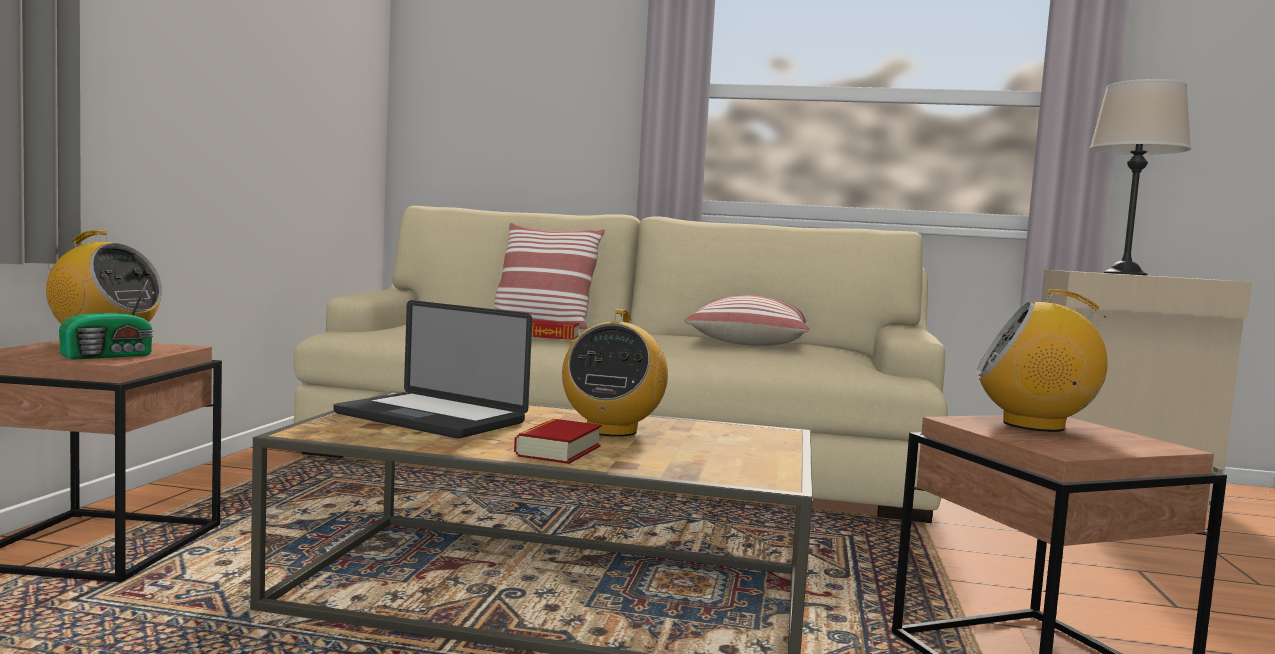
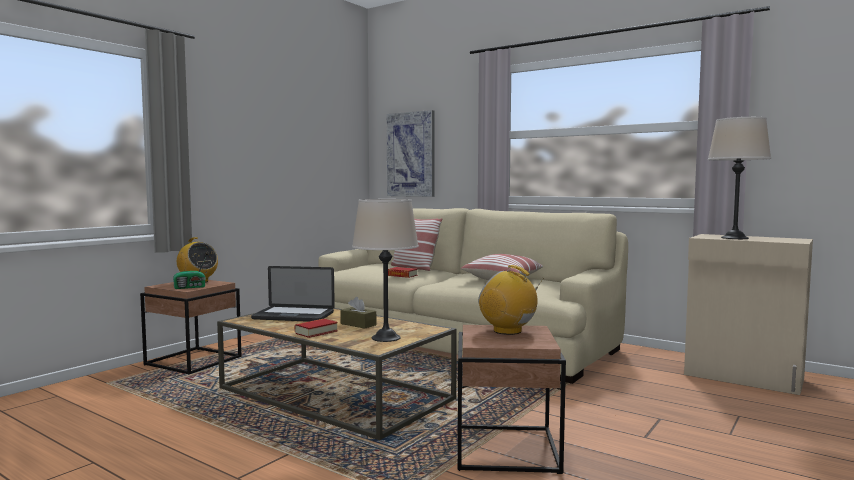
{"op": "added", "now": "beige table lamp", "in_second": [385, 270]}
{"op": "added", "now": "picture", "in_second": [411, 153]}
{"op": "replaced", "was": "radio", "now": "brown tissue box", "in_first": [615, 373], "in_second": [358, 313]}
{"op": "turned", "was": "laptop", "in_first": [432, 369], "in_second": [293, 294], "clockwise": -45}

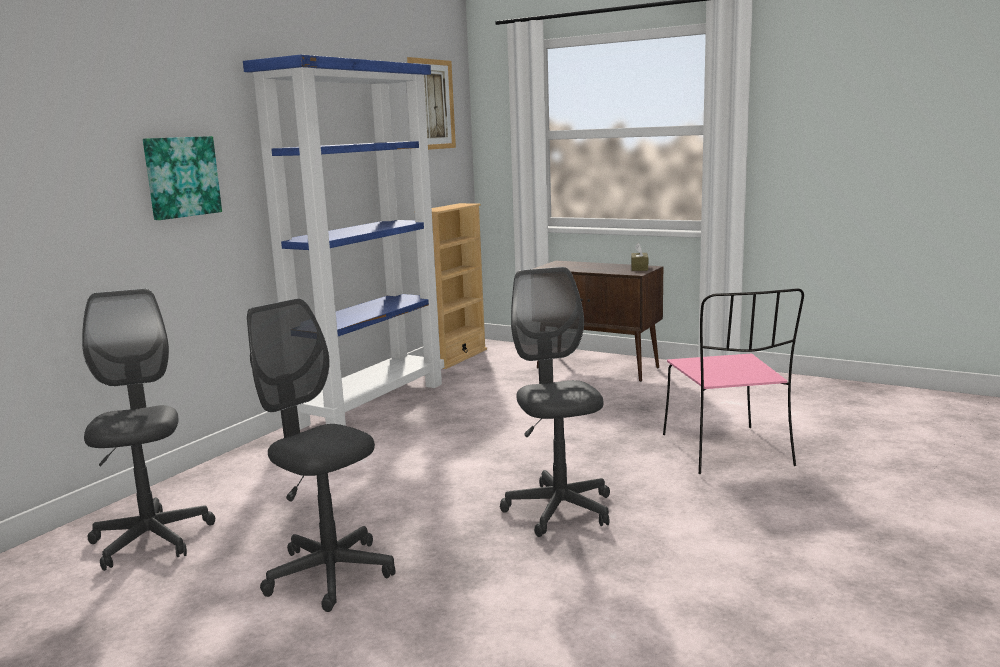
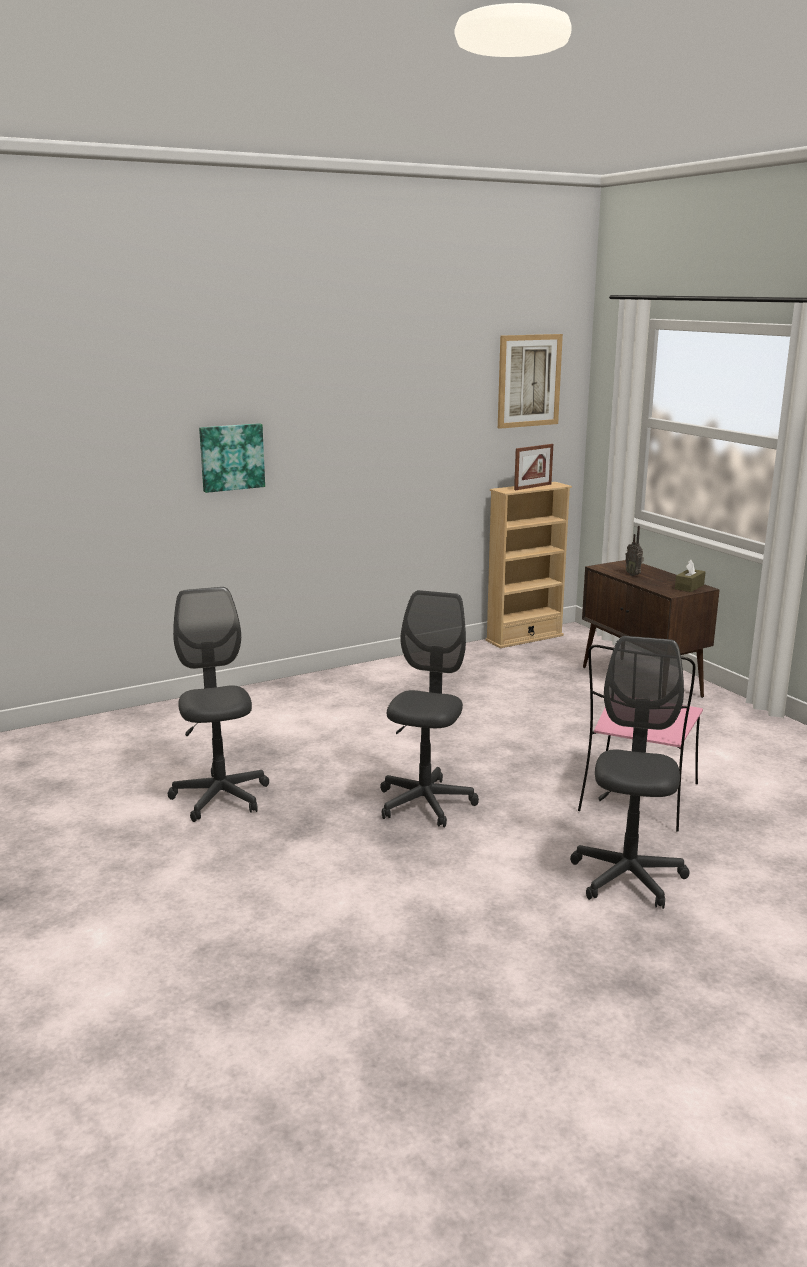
{"op": "removed", "was": "blue bookcase", "in_first": [343, 242]}
{"op": "added", "now": "picture frame", "in_second": [533, 467]}
{"op": "added", "now": "radio", "in_second": [634, 551]}
{"op": "moved", "was": "grey office chair", "in_first": [148, 430], "in_second": [629, 772]}

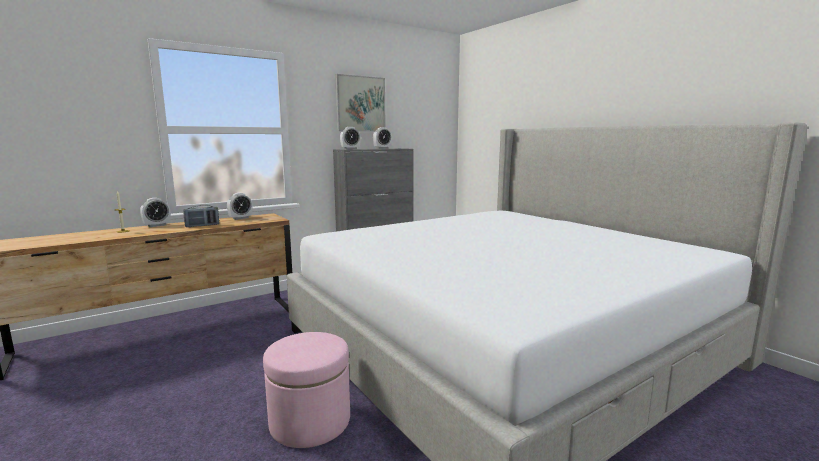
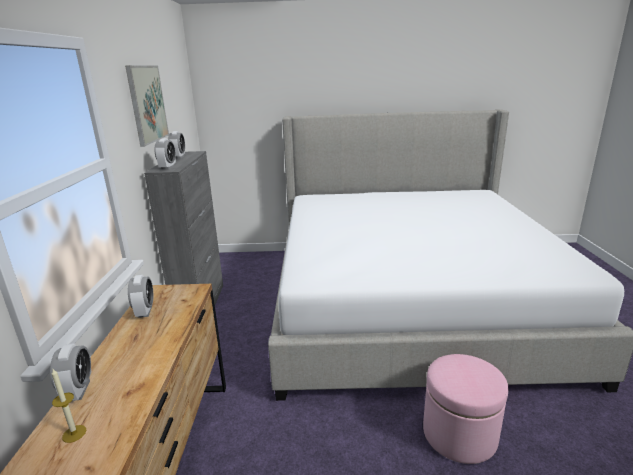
{"op": "removed", "was": "radio", "in_first": [201, 216]}

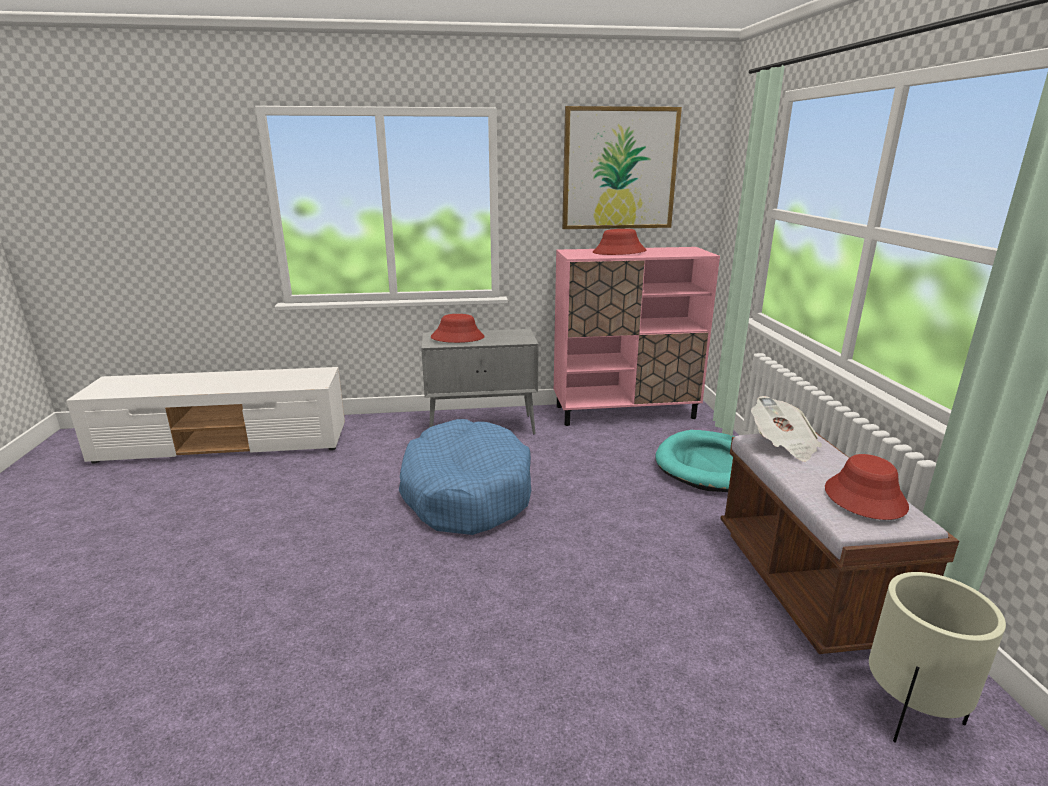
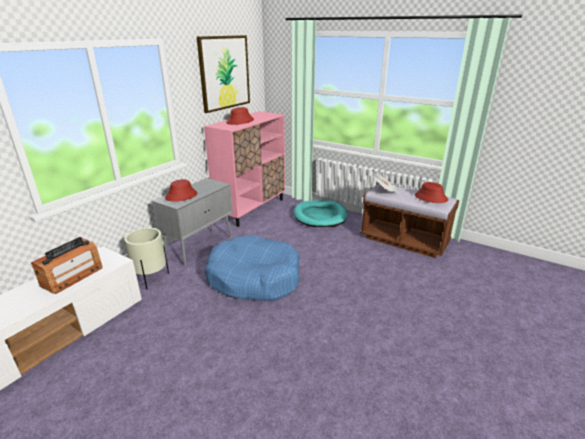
{"op": "added", "now": "radio", "in_second": [67, 265]}
{"op": "moved", "was": "beige planter", "in_first": [937, 657], "in_second": [146, 258]}

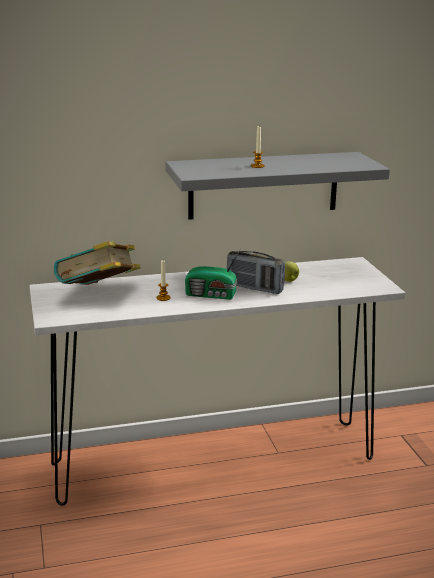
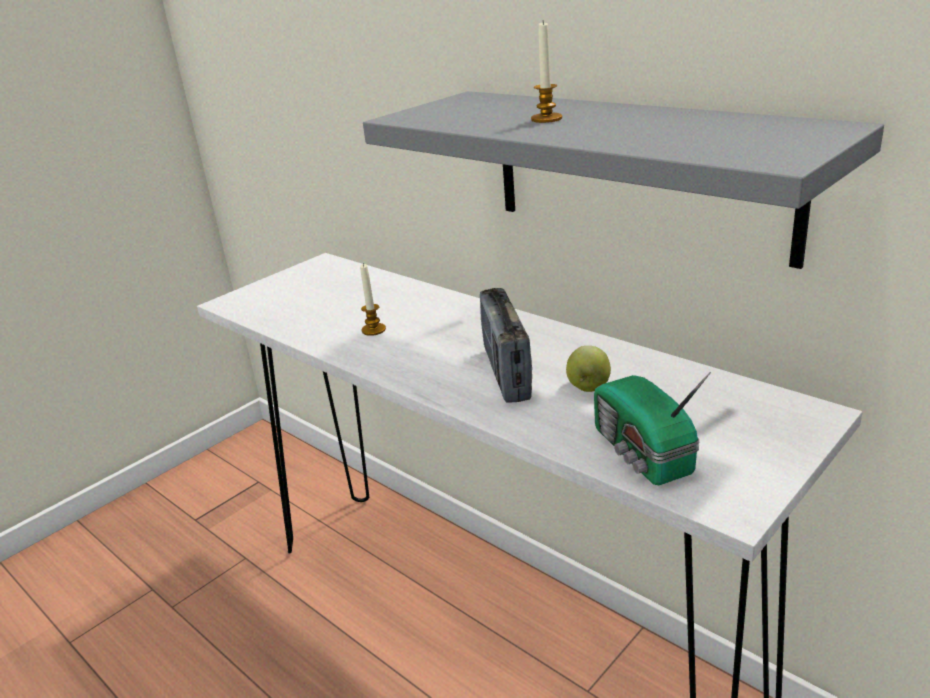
{"op": "removed", "was": "book", "in_first": [97, 263]}
{"op": "moved", "was": "radio", "in_first": [213, 274], "in_second": [652, 428]}

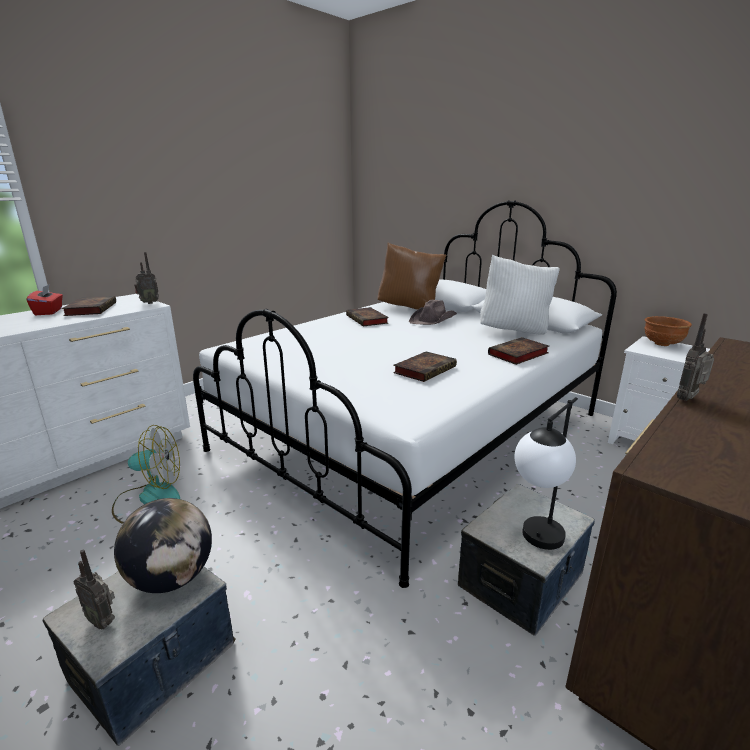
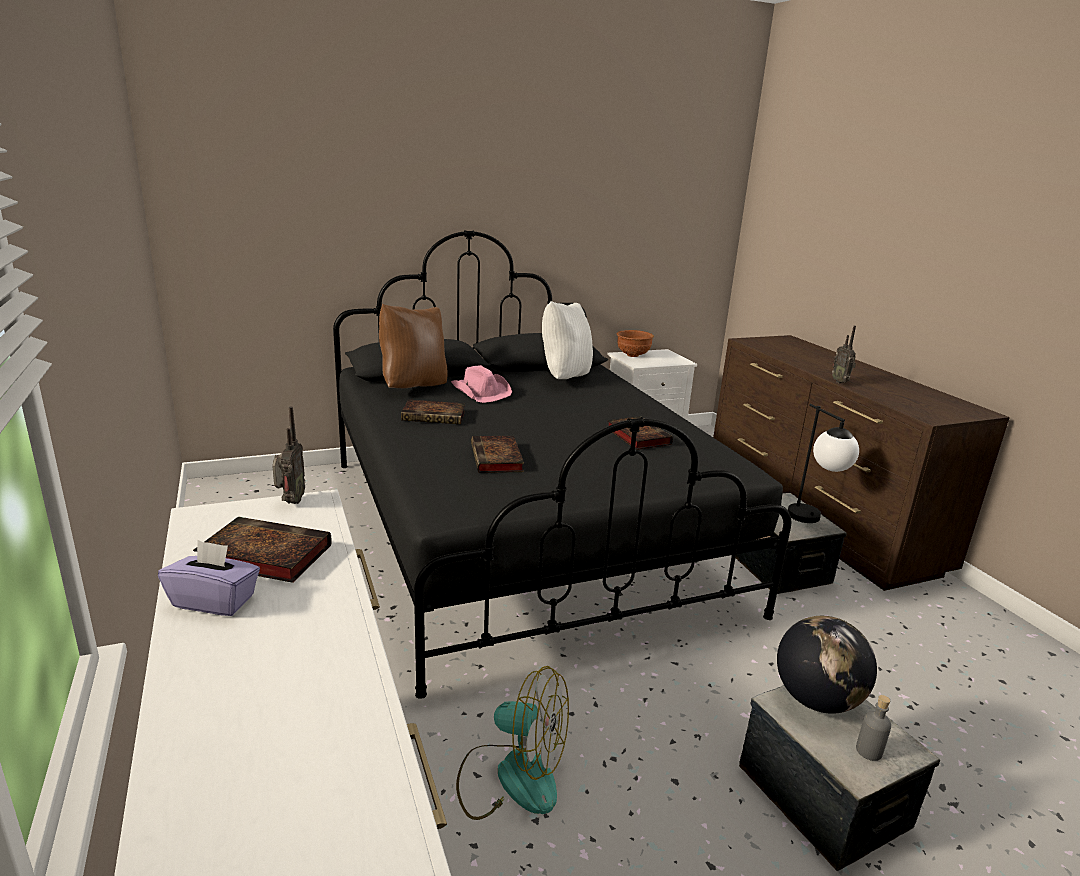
{"op": "moved", "was": "book", "in_first": [518, 351], "in_second": [497, 454]}
{"op": "replaced", "was": "radio", "now": "grey bottle", "in_first": [94, 590], "in_second": [873, 728]}
{"op": "recoloured", "was": "red tissue box", "now": "purple tissue box", "in_first": [44, 299], "in_second": [209, 578]}
{"op": "recoloured", "was": "white bed", "now": "black bed", "in_first": [405, 394], "in_second": [562, 464]}
{"op": "recoloured", "was": "brown hat", "now": "pink hat", "in_first": [433, 312], "in_second": [481, 384]}
{"op": "turned", "was": "fan", "in_first": [146, 474], "in_second": [512, 743], "clockwise": 90}

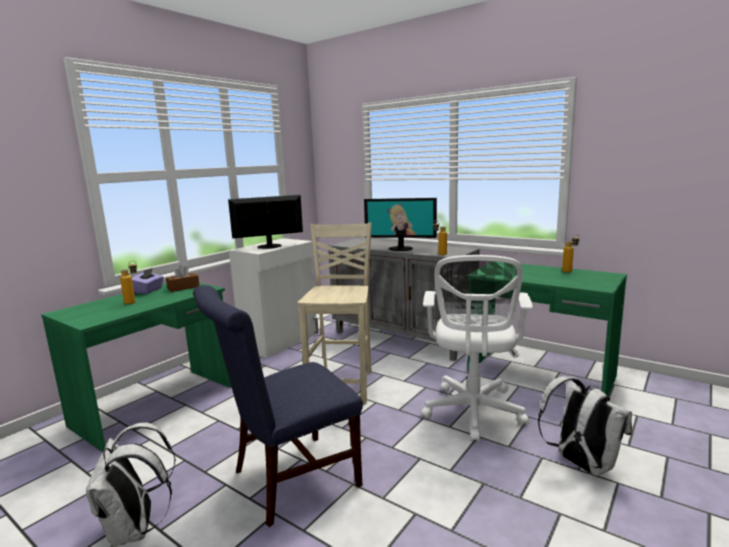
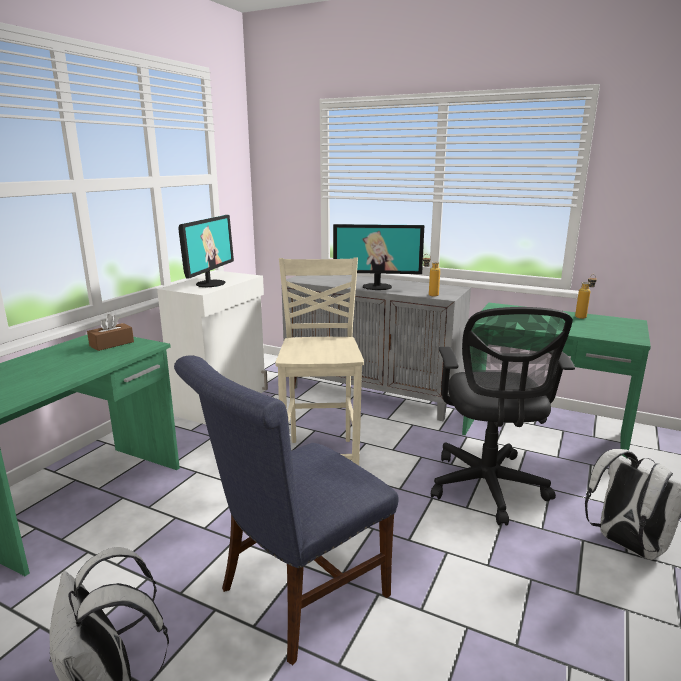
{"op": "removed", "was": "bottle", "in_first": [128, 282]}
{"op": "removed", "was": "purple tissue box", "in_first": [148, 281]}
{"op": "recoloured", "was": "white office chair", "now": "black office chair", "in_first": [477, 348], "in_second": [503, 416]}
{"op": "turned", "was": "monitor", "in_first": [265, 222], "in_second": [206, 251], "clockwise": 135}

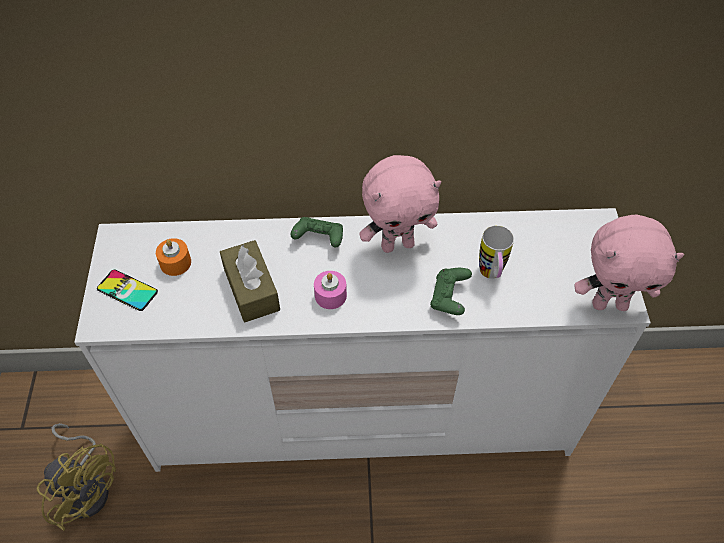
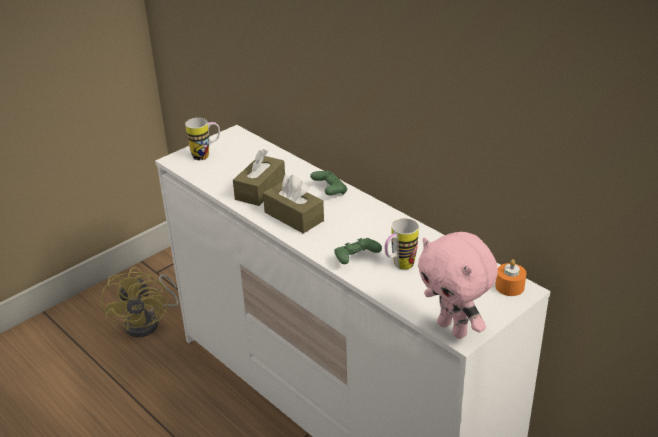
{"op": "removed", "was": "pink plush toy", "in_first": [400, 204]}
{"op": "moved", "was": "orange candle", "in_first": [173, 257], "in_second": [510, 277]}
{"op": "replaced", "was": "phone", "now": "mug", "in_first": [127, 290], "in_second": [202, 139]}
{"op": "replaced", "was": "pink candle", "now": "brown tissue box", "in_first": [330, 290], "in_second": [293, 204]}

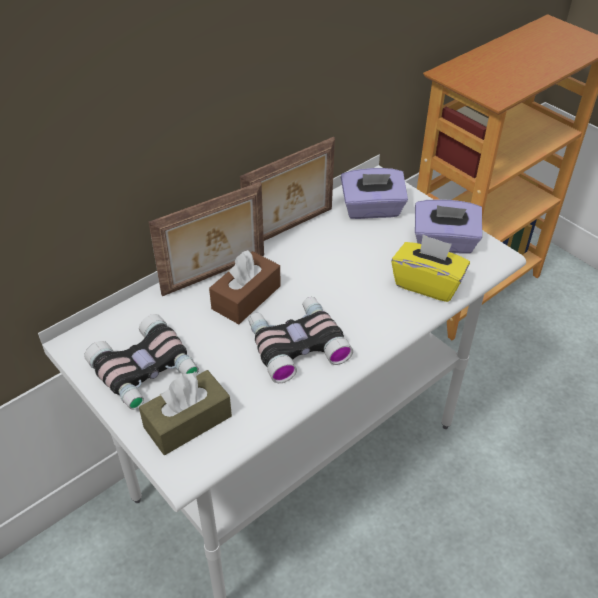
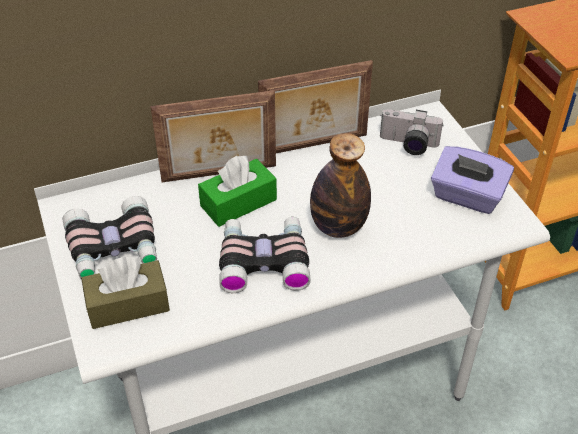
{"op": "removed", "was": "yellow tissue box", "in_first": [430, 268]}
{"op": "added", "now": "bottle", "in_second": [340, 185]}
{"op": "replaced", "was": "purple tissue box", "now": "photo camera", "in_first": [374, 193], "in_second": [412, 132]}
{"op": "recoloured", "was": "brown tissue box", "now": "green tissue box", "in_first": [245, 287], "in_second": [237, 191]}

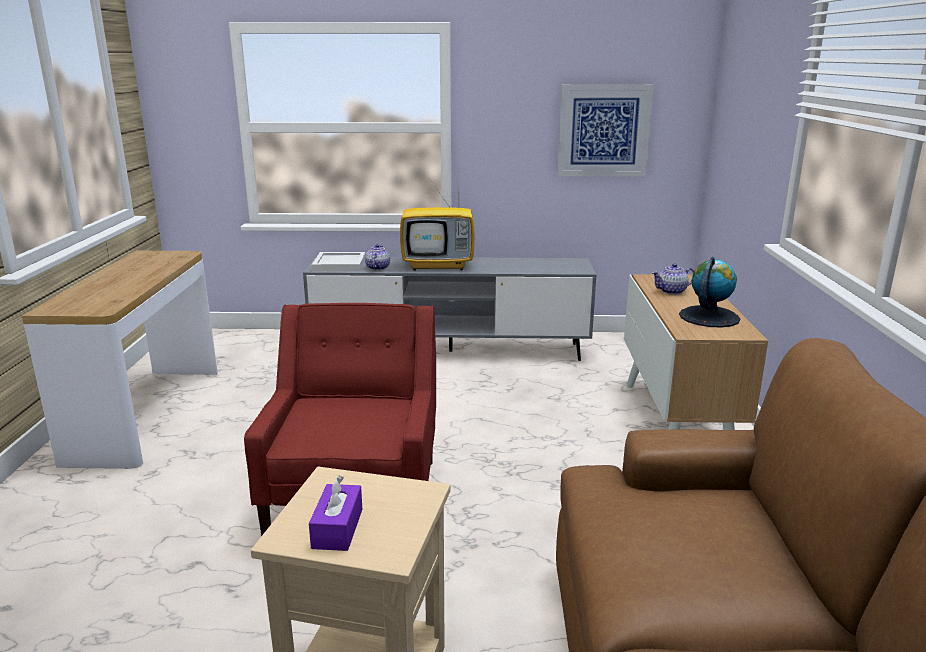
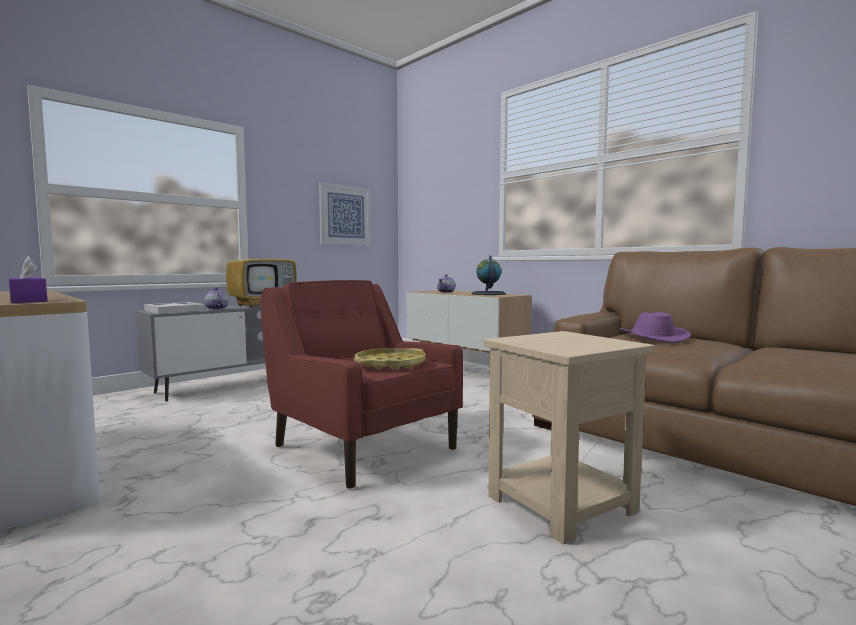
{"op": "added", "now": "yellow tray", "in_second": [390, 359]}
{"op": "added", "now": "purple hat", "in_second": [655, 327]}
{"op": "moved", "was": "purple tissue box", "in_first": [336, 513], "in_second": [28, 280]}

